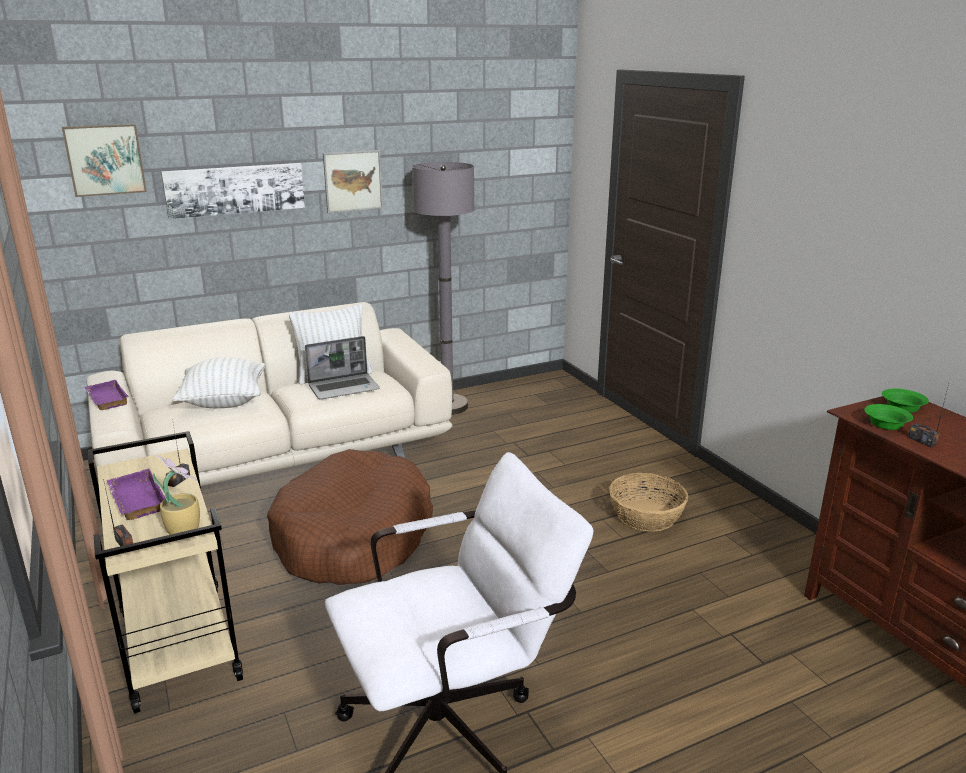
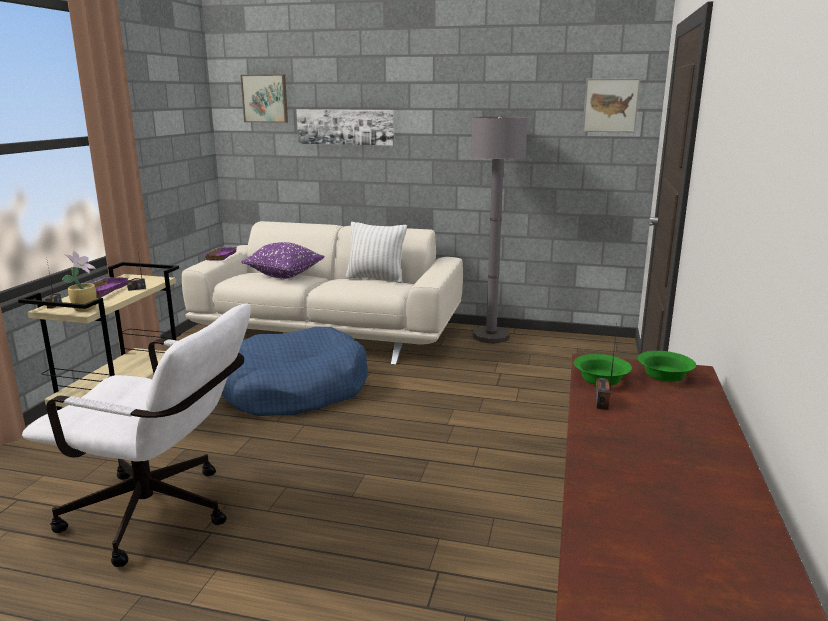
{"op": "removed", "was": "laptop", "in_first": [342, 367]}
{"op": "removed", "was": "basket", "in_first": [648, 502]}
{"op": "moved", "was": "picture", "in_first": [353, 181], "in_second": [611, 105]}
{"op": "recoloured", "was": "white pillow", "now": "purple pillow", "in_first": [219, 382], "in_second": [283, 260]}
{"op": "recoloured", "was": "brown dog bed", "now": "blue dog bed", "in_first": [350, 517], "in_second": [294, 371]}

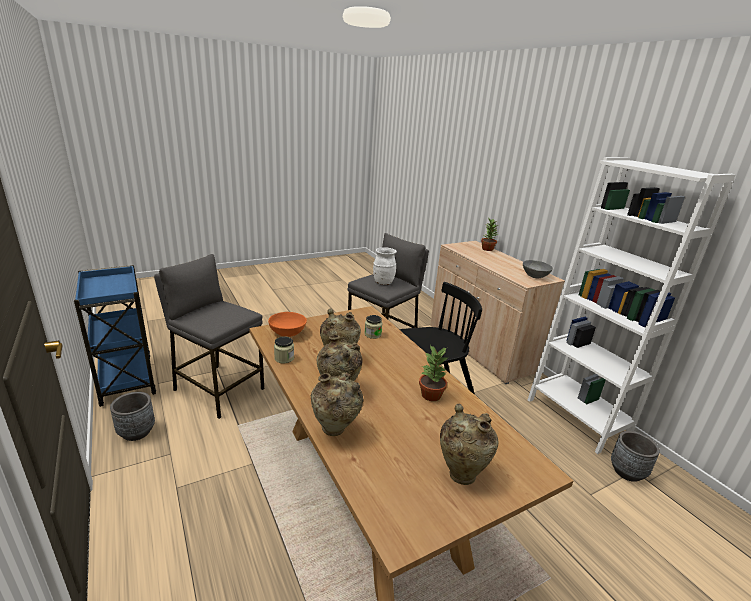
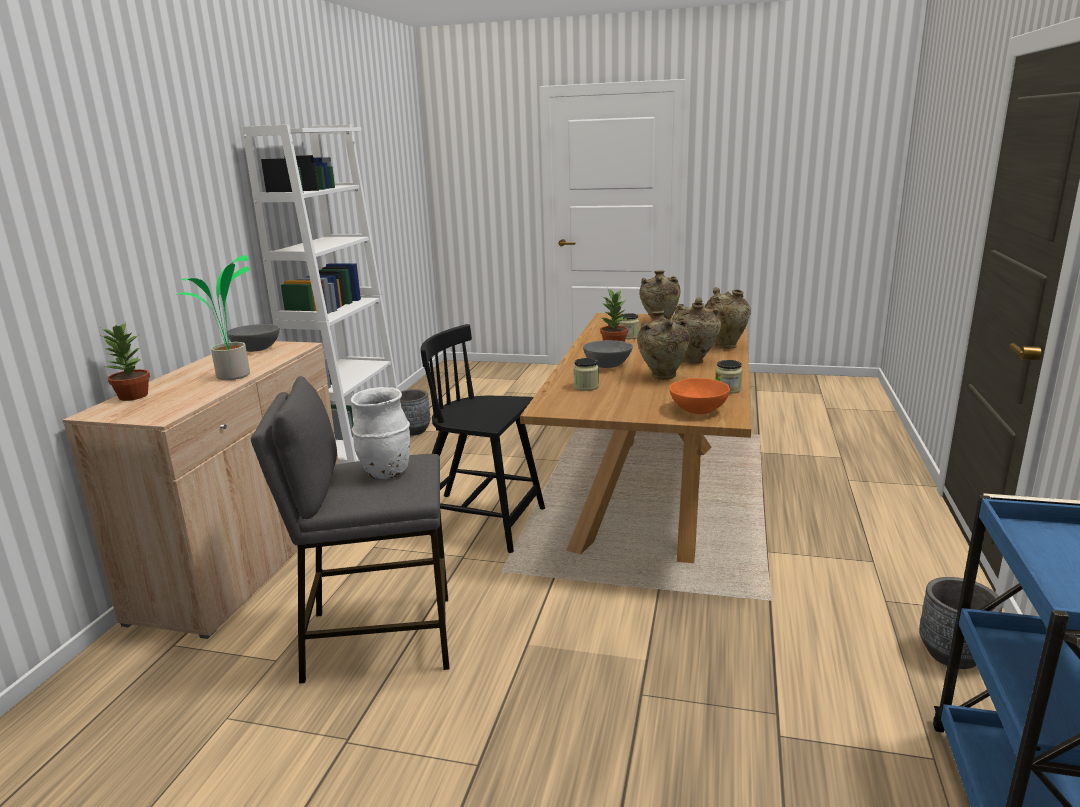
{"op": "removed", "was": "grey stool", "in_first": [209, 336]}
{"op": "added", "now": "potted plant", "in_second": [212, 317]}
{"op": "added", "now": "grey bowl", "in_second": [608, 354]}
{"op": "added", "now": "jar", "in_second": [629, 326]}

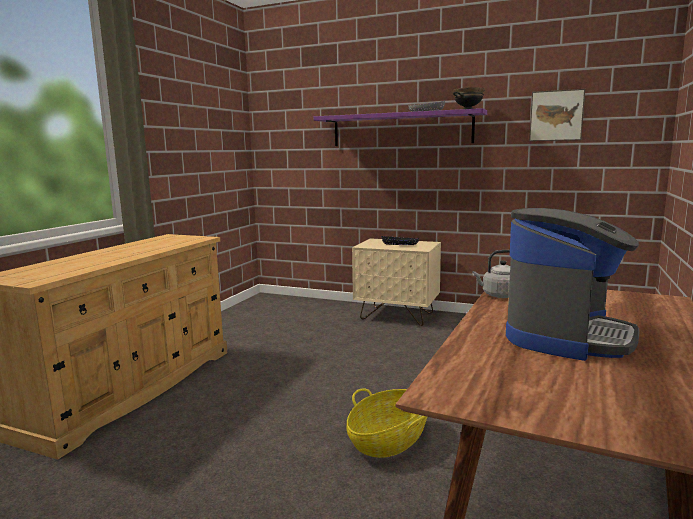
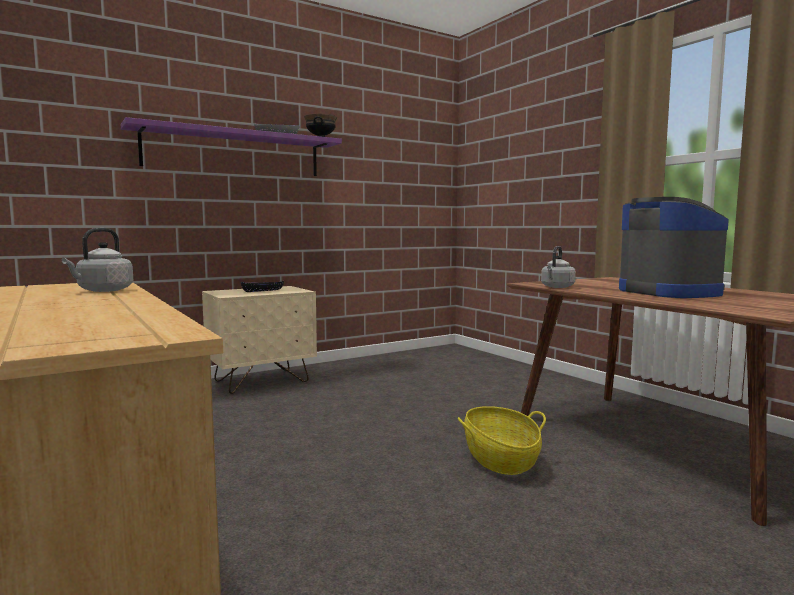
{"op": "removed", "was": "picture", "in_first": [557, 115]}
{"op": "added", "now": "grey kettle", "in_second": [97, 260]}

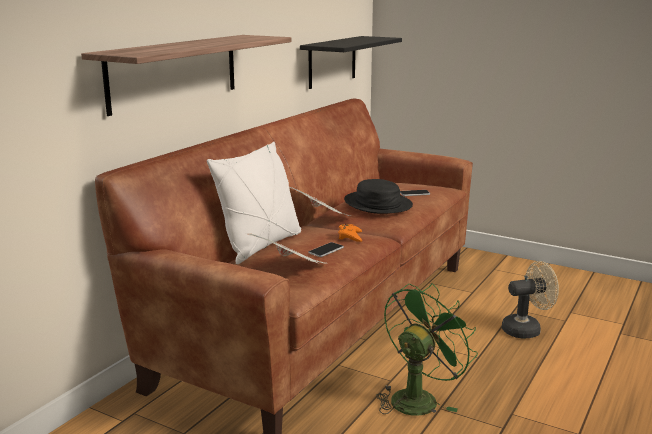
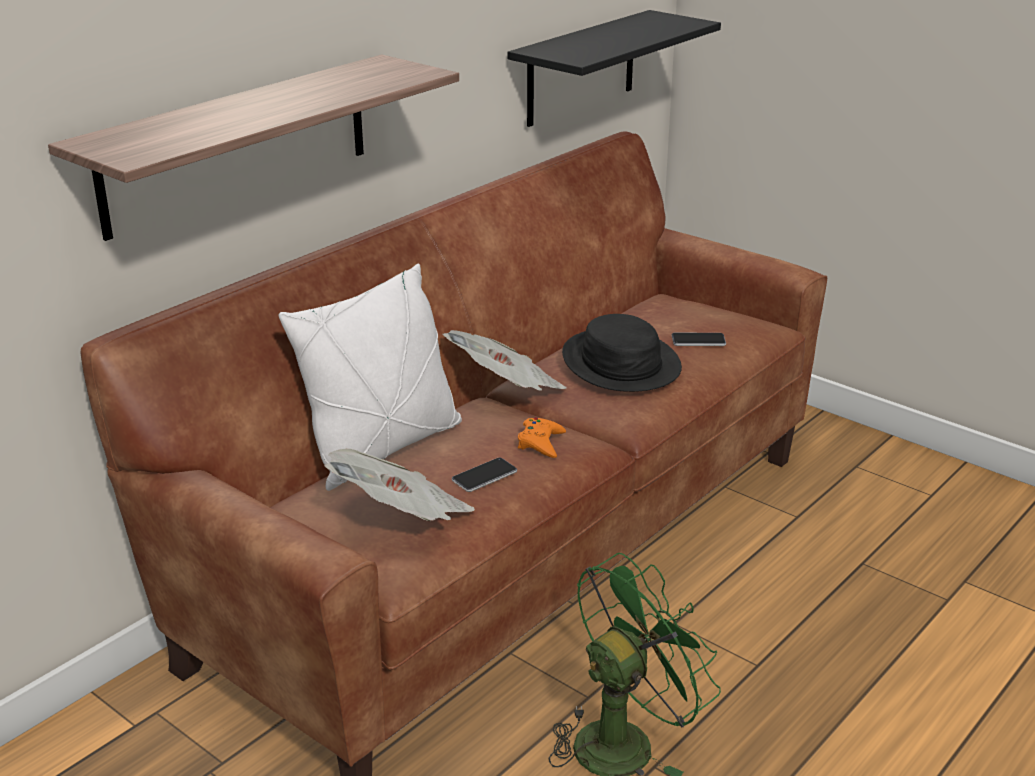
{"op": "removed", "was": "beige fan", "in_first": [530, 300]}

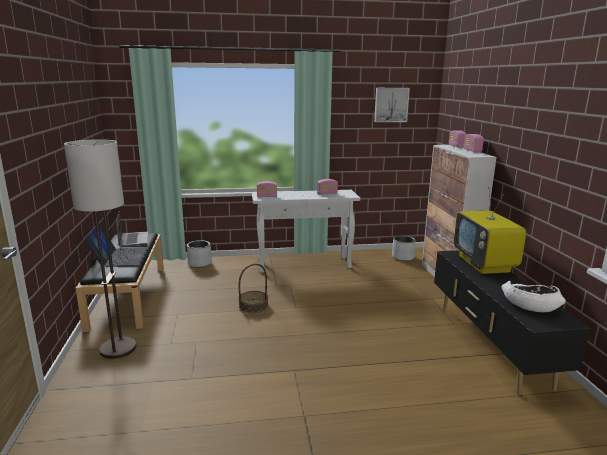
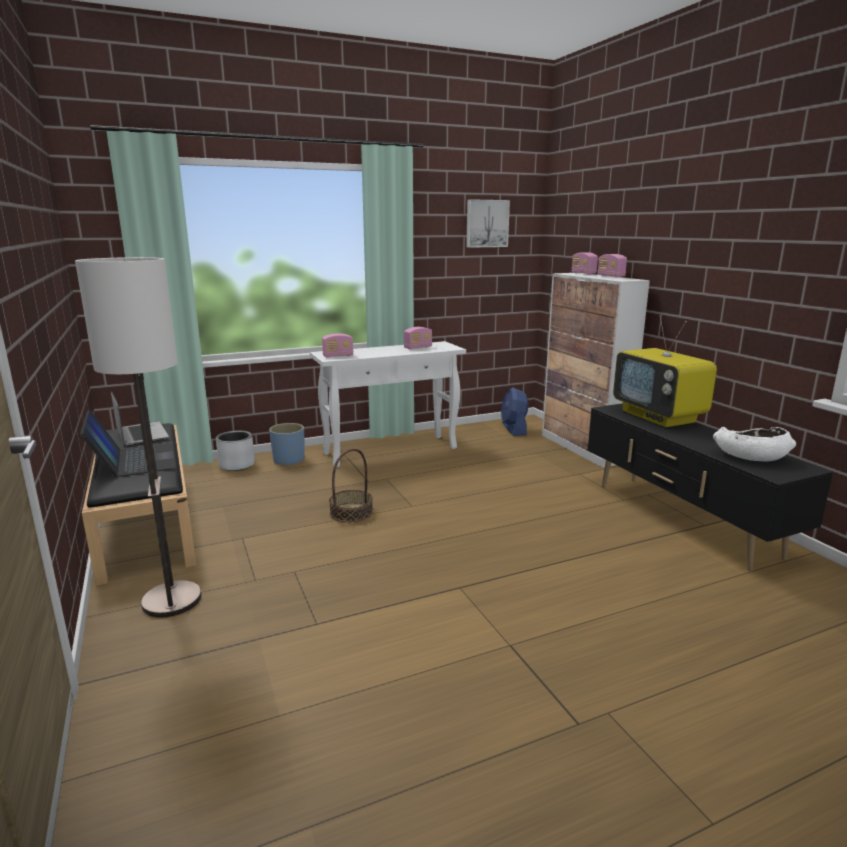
{"op": "added", "now": "blue planter", "in_second": [287, 444]}
{"op": "replaced", "was": "grey planter", "now": "blue fan", "in_first": [404, 248], "in_second": [515, 412]}

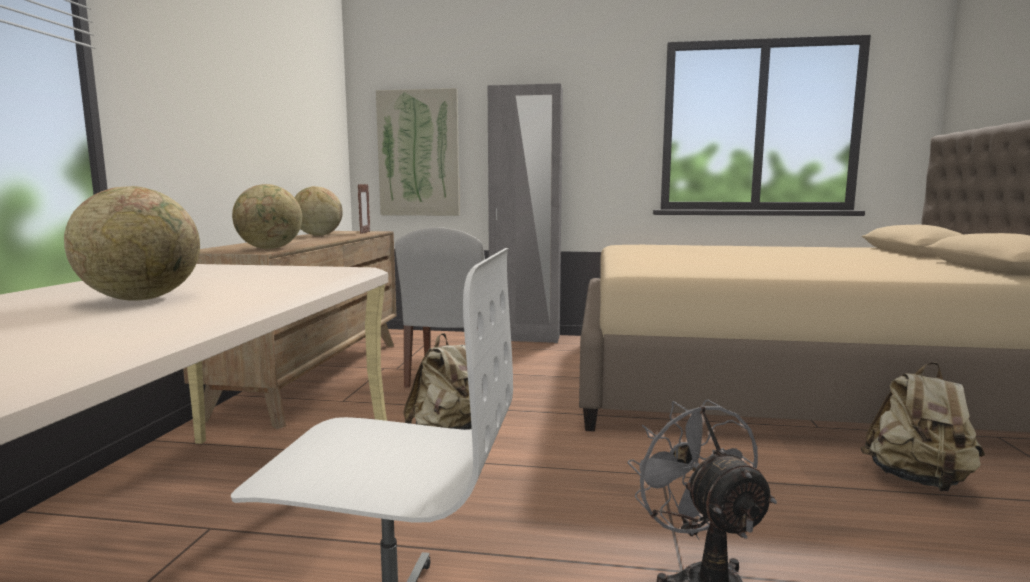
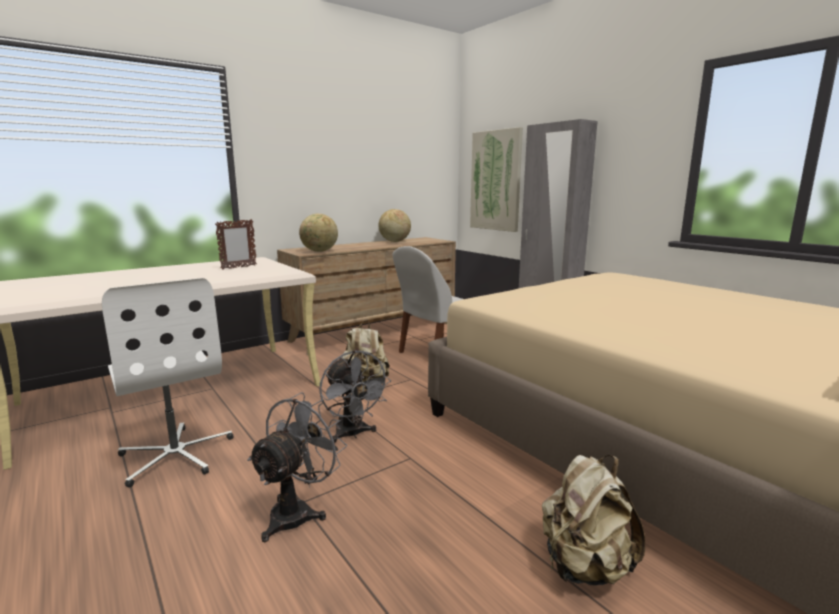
{"op": "removed", "was": "globe", "in_first": [132, 243]}
{"op": "added", "now": "grey fan", "in_second": [355, 396]}
{"op": "moved", "was": "picture frame", "in_first": [364, 209], "in_second": [236, 244]}

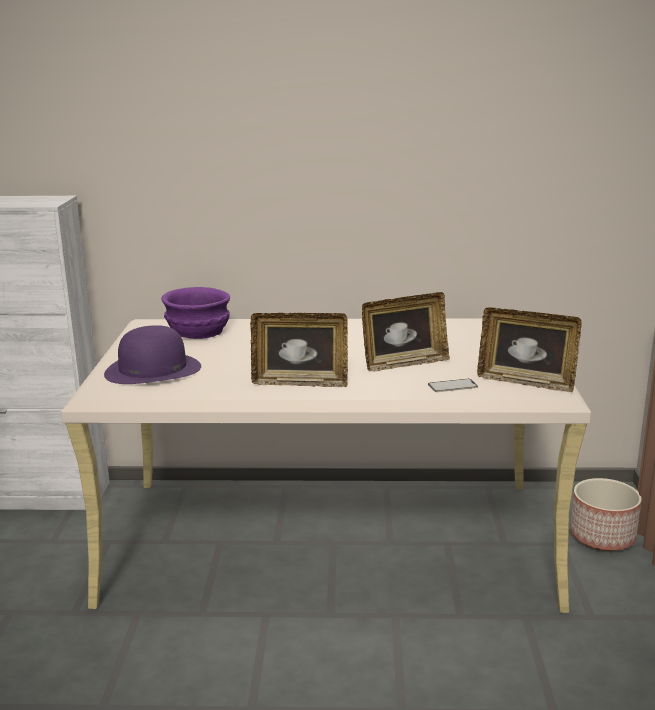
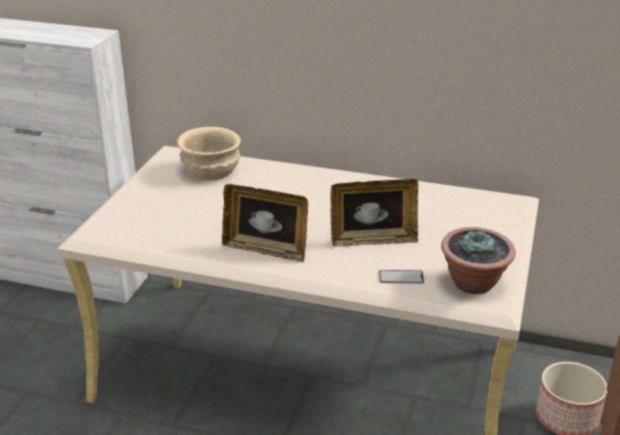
{"op": "removed", "was": "purple hat", "in_first": [152, 354]}
{"op": "replaced", "was": "picture frame", "now": "potted plant", "in_first": [529, 349], "in_second": [478, 260]}
{"op": "recoloured", "was": "purple bowl", "now": "beige bowl", "in_first": [195, 313], "in_second": [209, 153]}

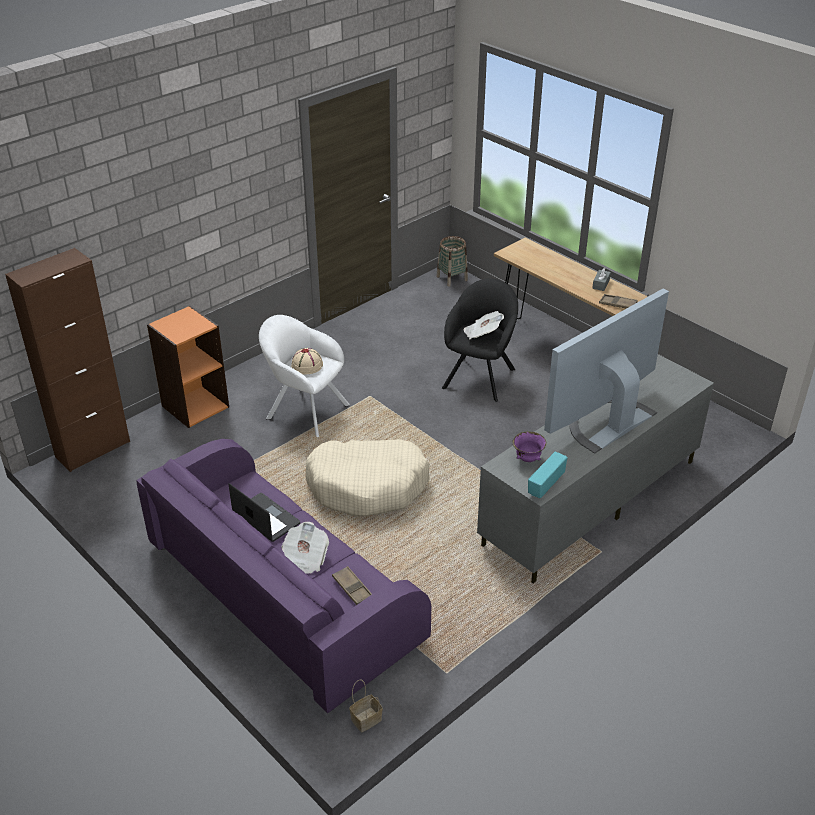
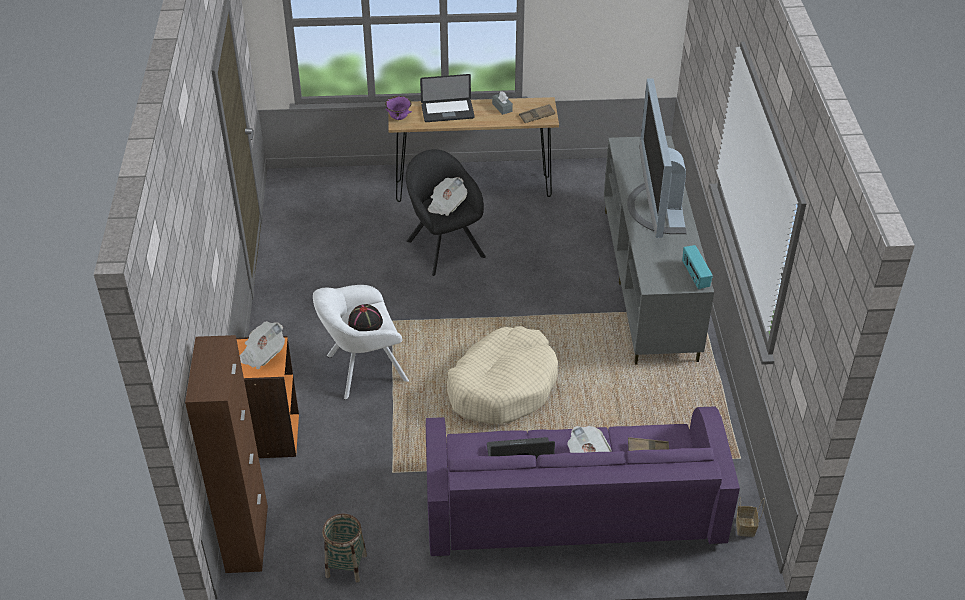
{"op": "added", "now": "newspaper", "in_second": [262, 345]}
{"op": "added", "now": "laptop", "in_second": [447, 98]}
{"op": "moved", "was": "basket", "in_first": [452, 261], "in_second": [344, 548]}
{"op": "moved", "was": "purple bowl", "in_first": [529, 447], "in_second": [398, 108]}
{"op": "recoloured", "was": "beige hat", "now": "black hat", "in_first": [307, 361], "in_second": [365, 317]}

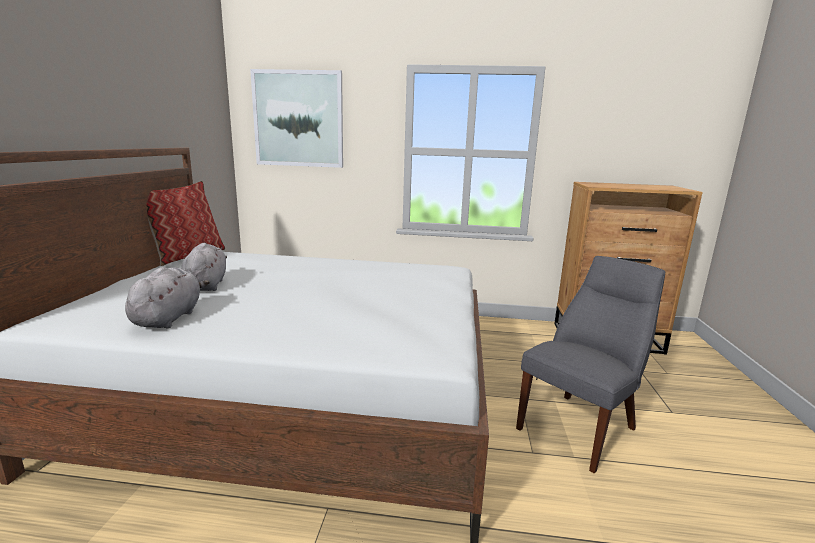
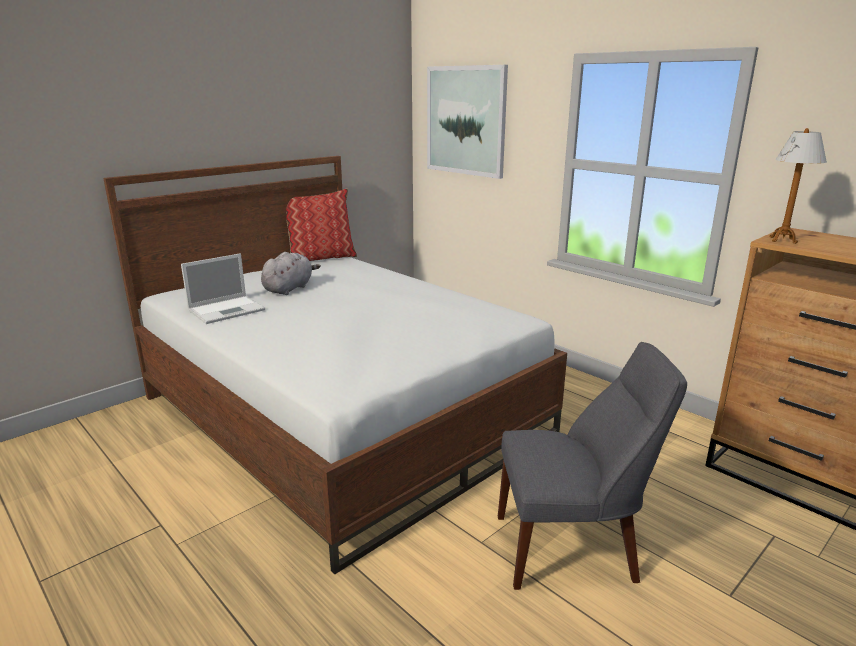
{"op": "added", "now": "table lamp", "in_second": [798, 186]}
{"op": "replaced", "was": "grey plush toy", "now": "laptop", "in_first": [167, 297], "in_second": [223, 288]}

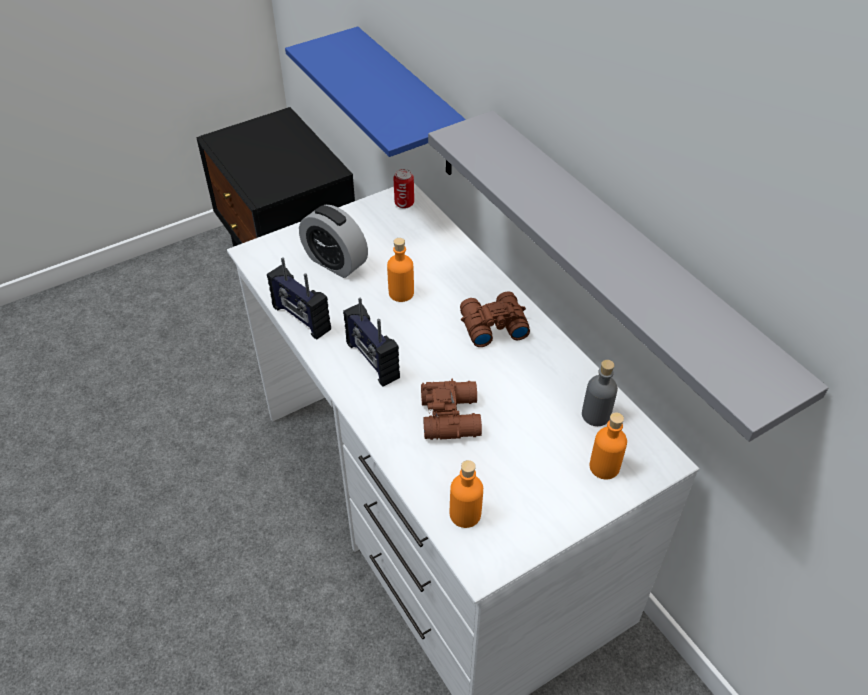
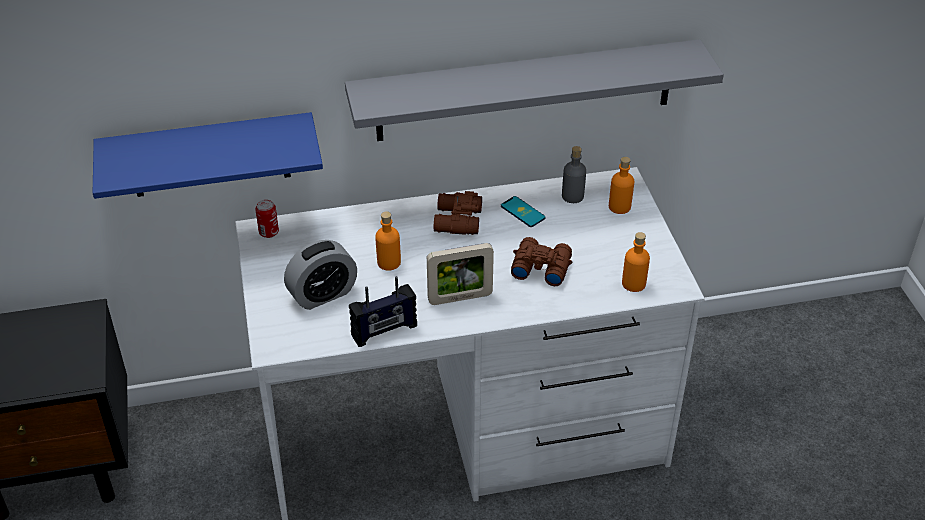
{"op": "added", "now": "phone", "in_second": [523, 211]}
{"op": "replaced", "was": "radio", "now": "picture frame", "in_first": [371, 341], "in_second": [460, 274]}

